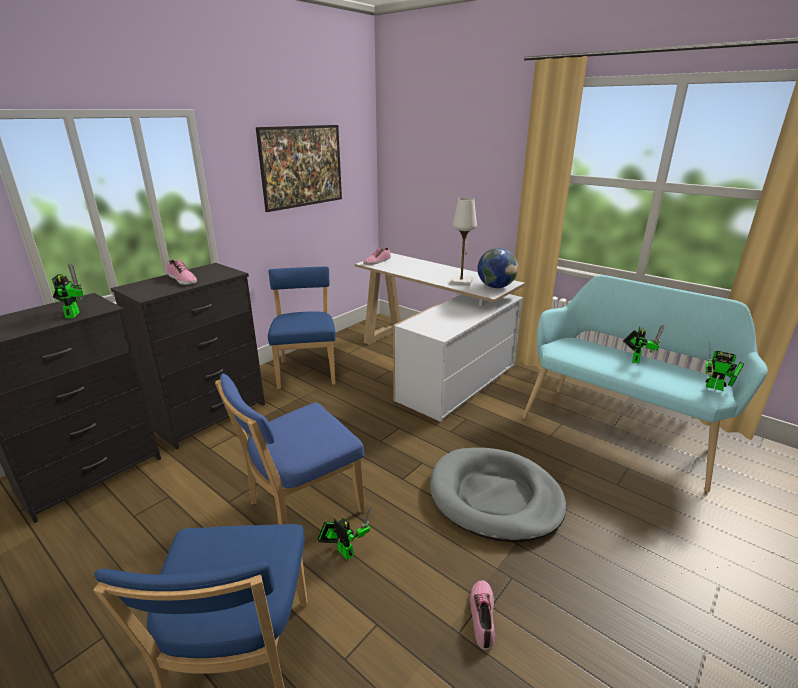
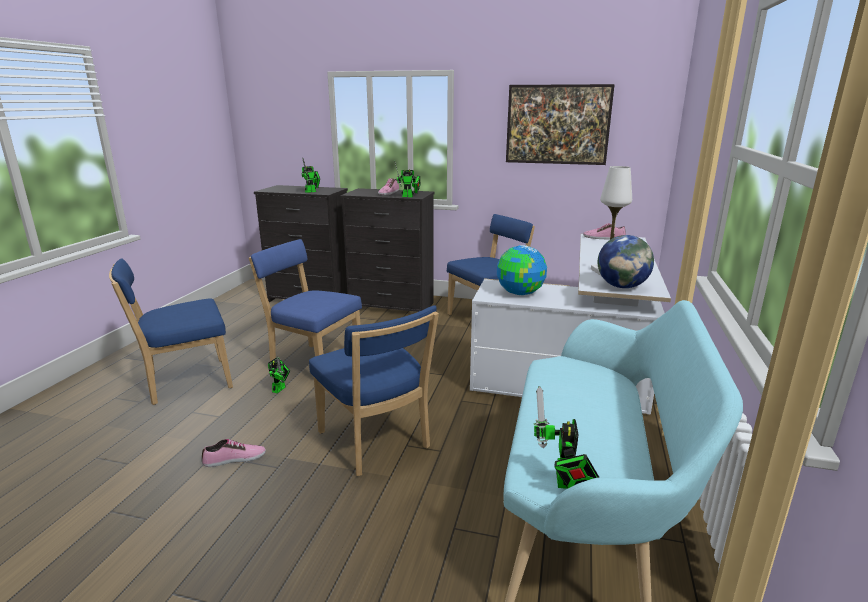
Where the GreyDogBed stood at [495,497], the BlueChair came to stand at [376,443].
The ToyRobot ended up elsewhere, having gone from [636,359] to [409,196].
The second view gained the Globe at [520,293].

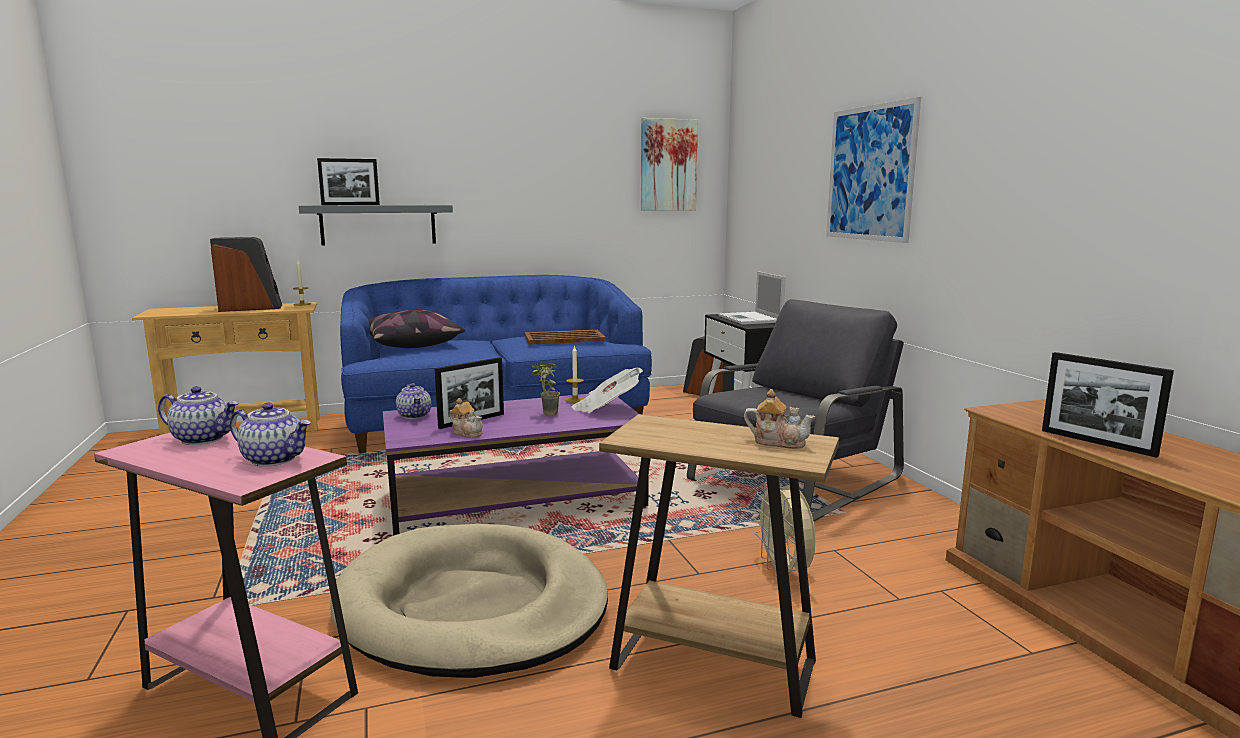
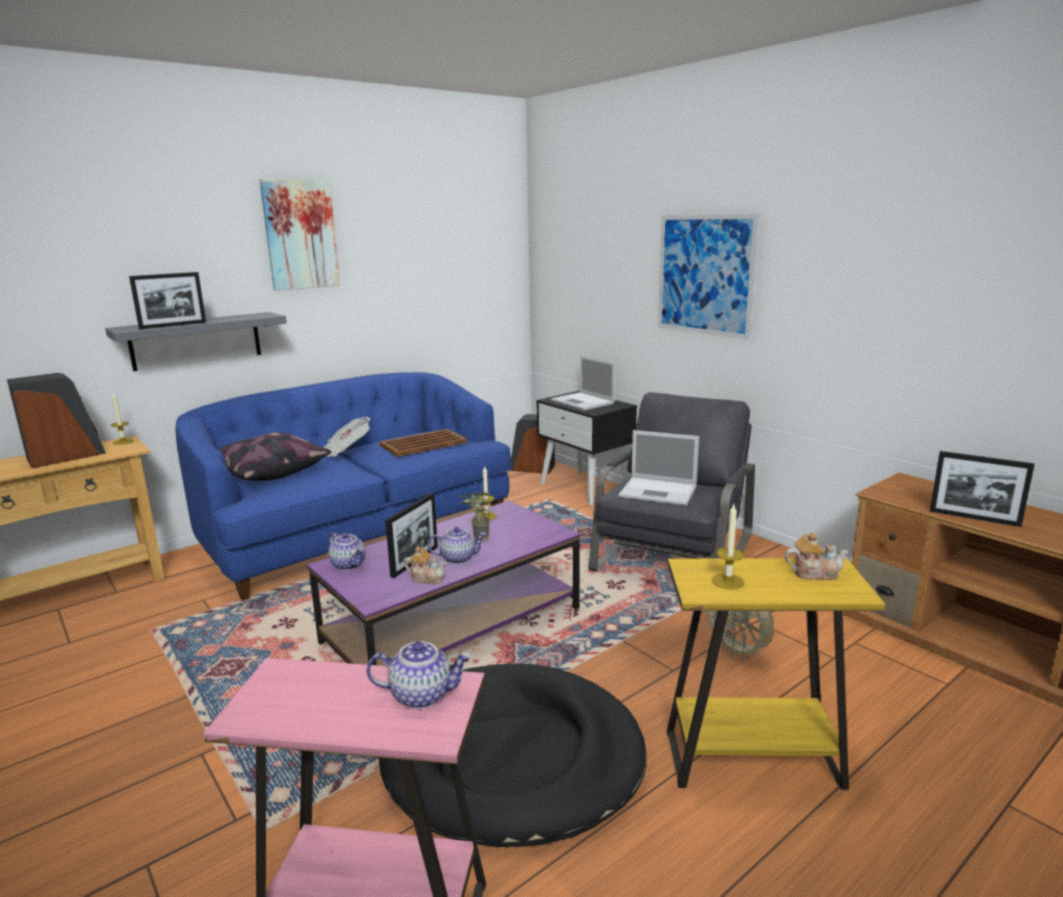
The Teapot ended up elsewhere, having gone from [204,439] to [458,558].
What was the BeigeDogBed at [472,607] turned into the BlackDogBed at [512,757].
The Newspaper ended up elsewhere, having gone from [606,408] to [345,451].
What was the BrownSideTable at [713,664] turned into the YellowSideTable at [752,759].
The Picture ended up elsewhere, having gone from [668,165] to [300,234].
The second view gained the Laptop at [659,492].
The second view gained the Candle at [728,581].

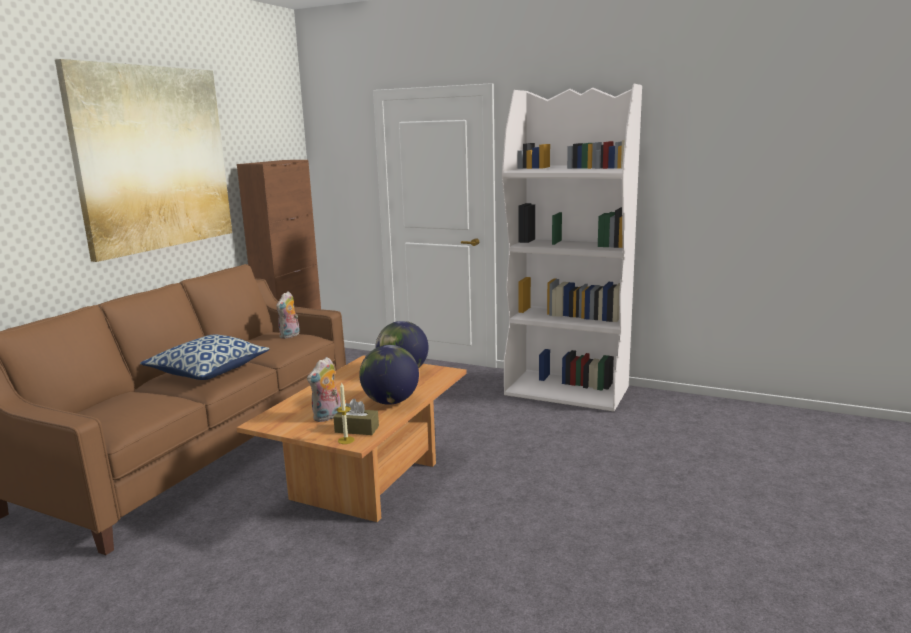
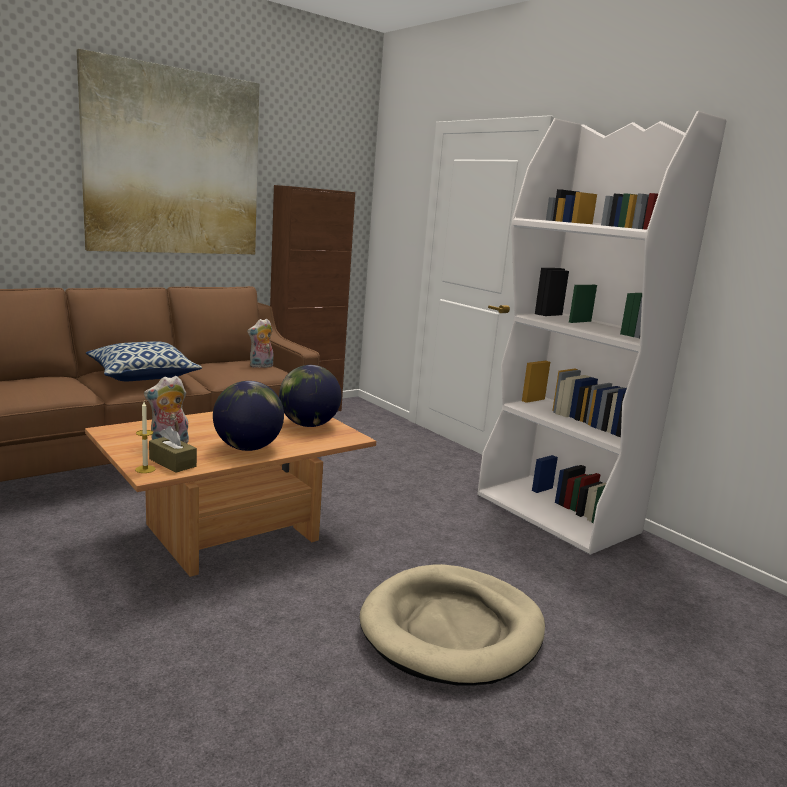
The second view gained the BeigeDogBed at [452,629].

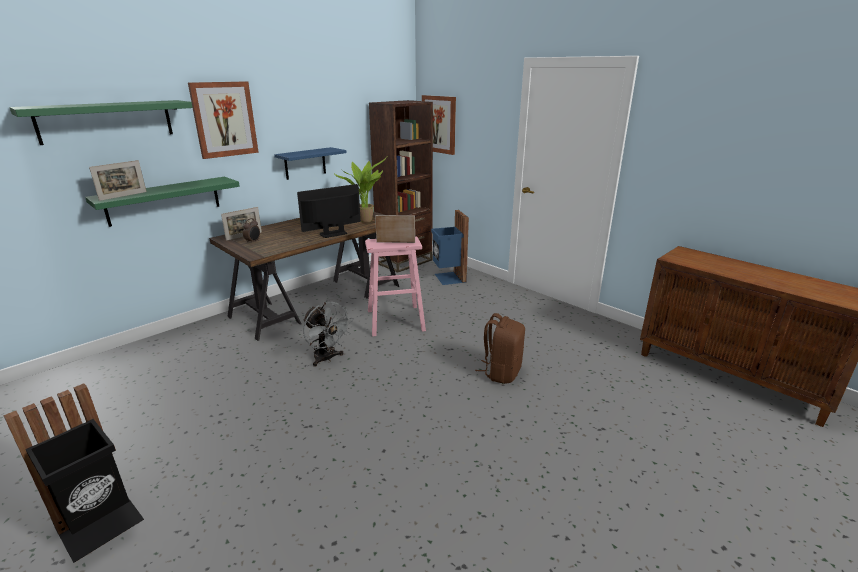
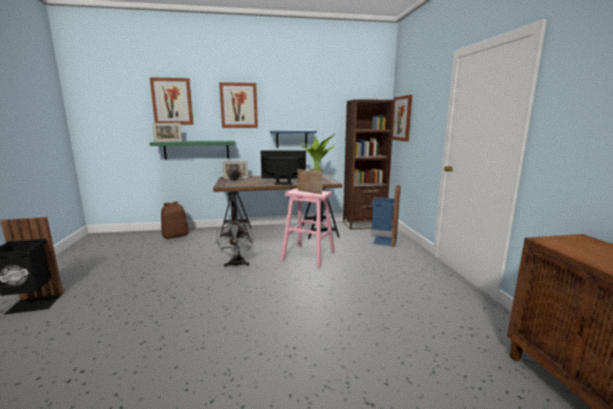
Where the GreenShelf hung at [106,121], the Picture came to hang at [172,101].
The BrownBackpack ended up elsewhere, having gone from [501,372] to [175,236].

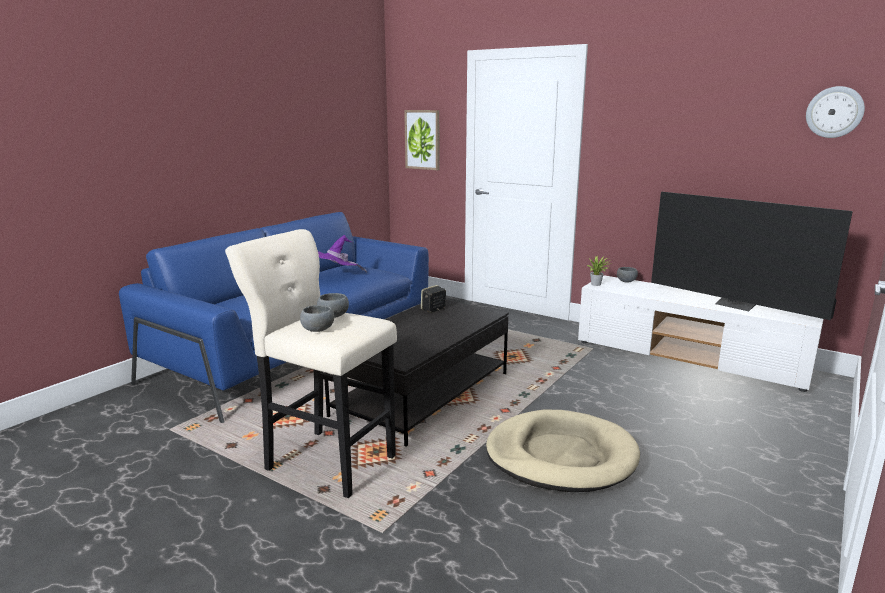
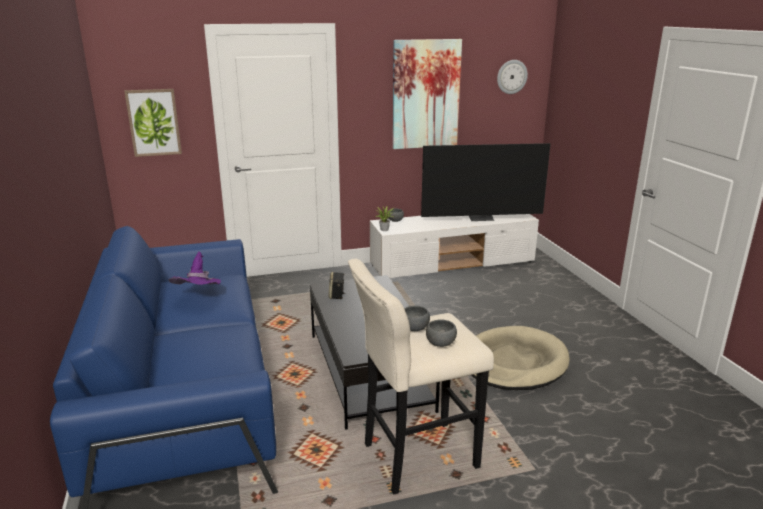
The second view gained the Picture at [426,94].

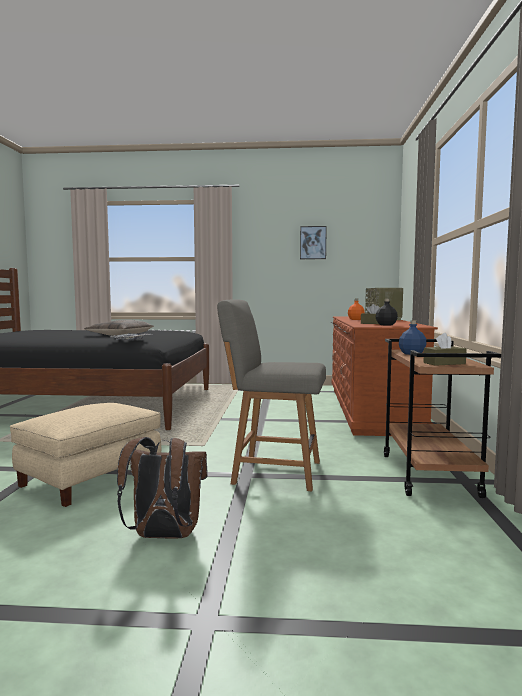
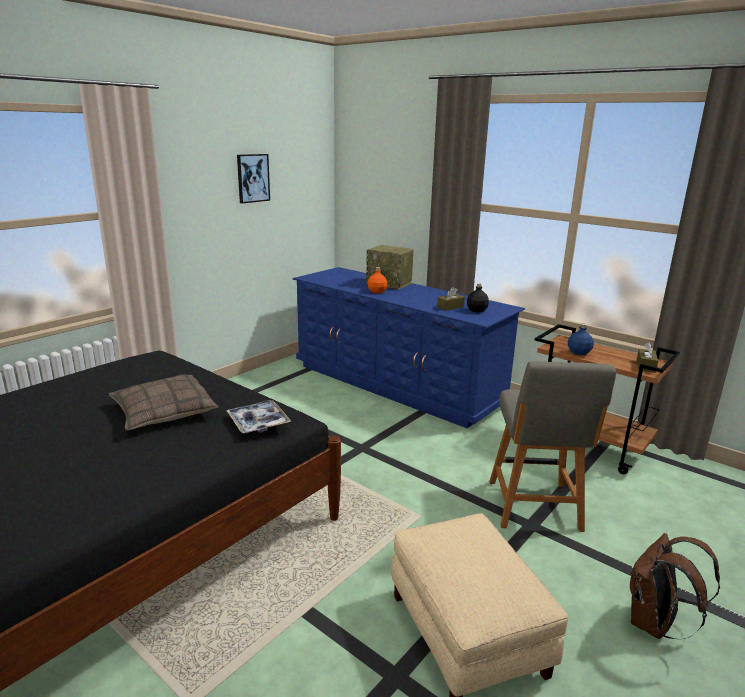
The GreyChair at [273,472] ended up facing another way, 45 degrees counterclockwise from before.
What was the BrownDresser at [370,408] turned into the BlueDresser at [396,384].

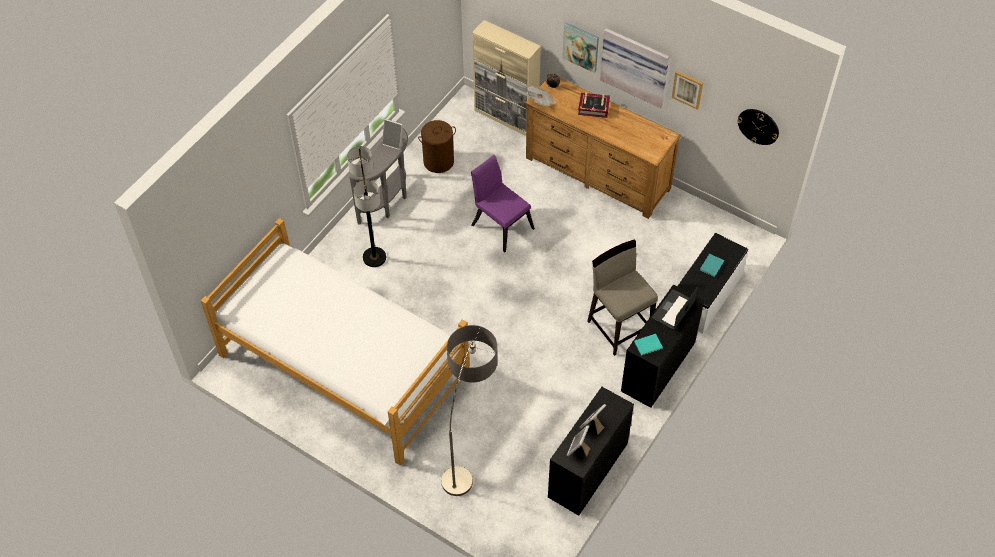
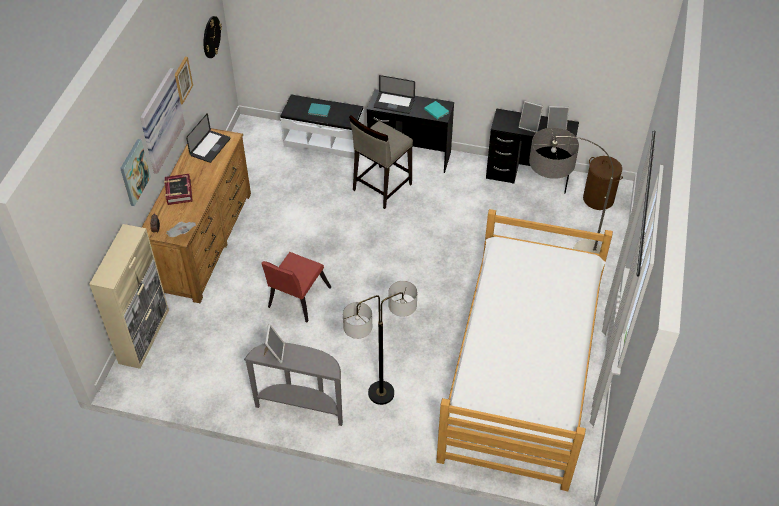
The BrownLaundryBasket ended up elsewhere, having gone from [438,162] to [598,199].
What was the PurpleChair at [500,224] turned into the RedChair at [296,300].
The second view gained the Laptop at [210,147].

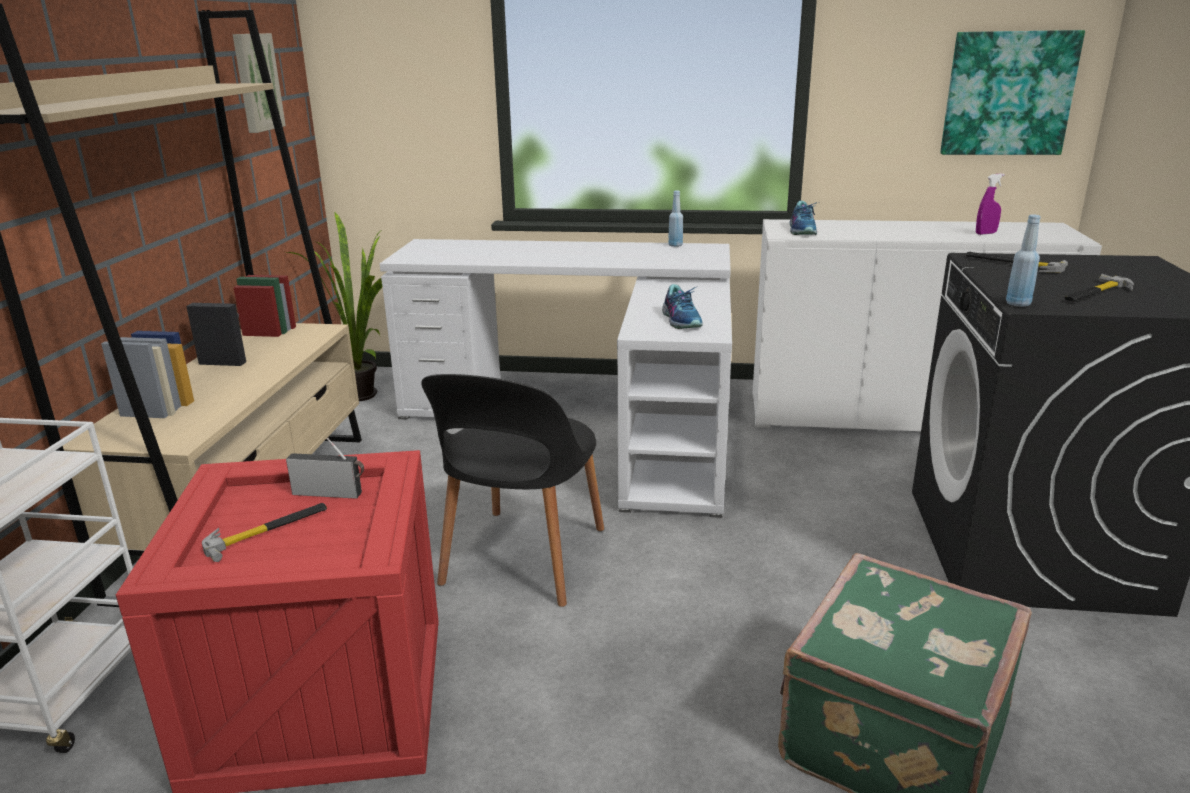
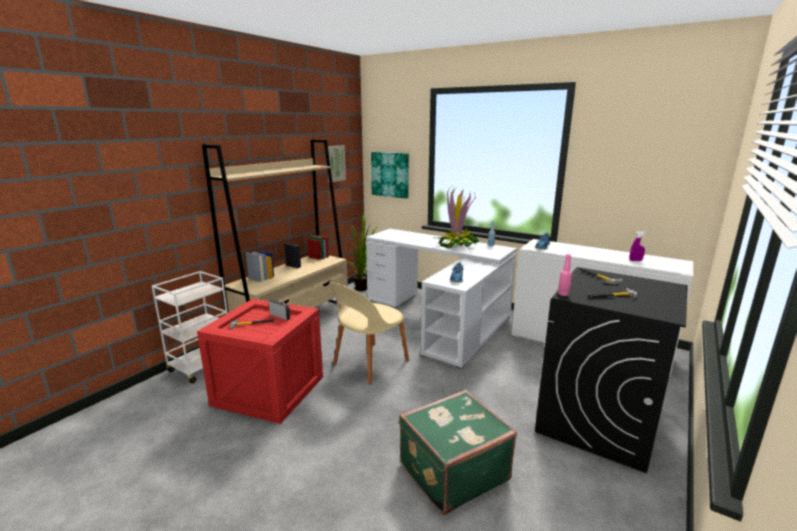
What was the BlackChair at [522,559] turned into the BeigeChair at [369,363].
The Picture ended up elsewhere, having gone from [1008,93] to [390,174].
What was the BlueBottle at [1018,304] turned into the PinkBottle at [563,294].
The second view gained the PottedPlant at [457,245].

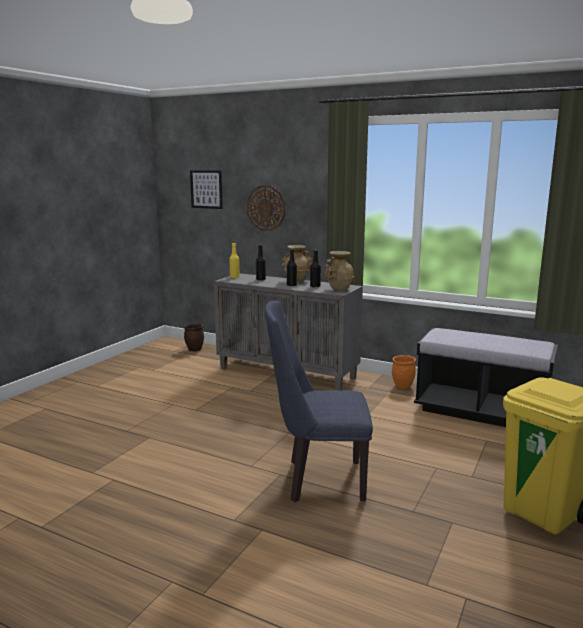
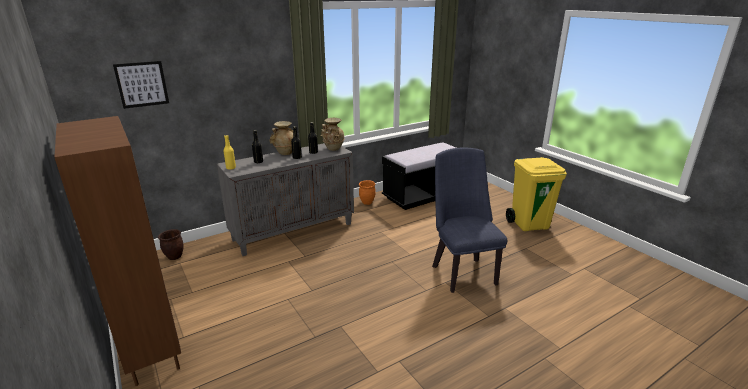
The second view lost the WallClock at [266,208].
The BlueChair at [317,480] ended up facing another way, 135 degrees clockwise from before.
The second view gained the BrownBookcase at [150,350].

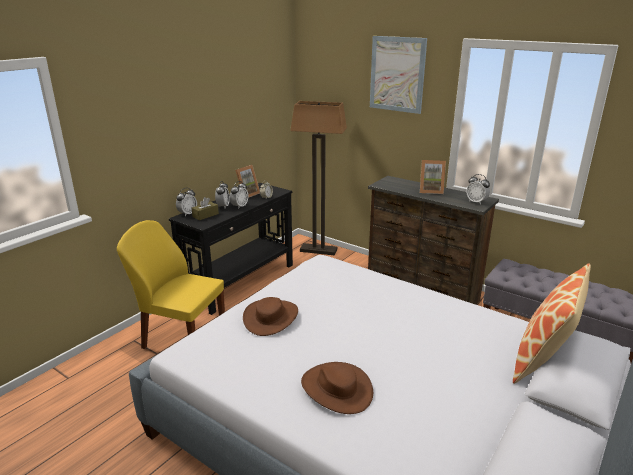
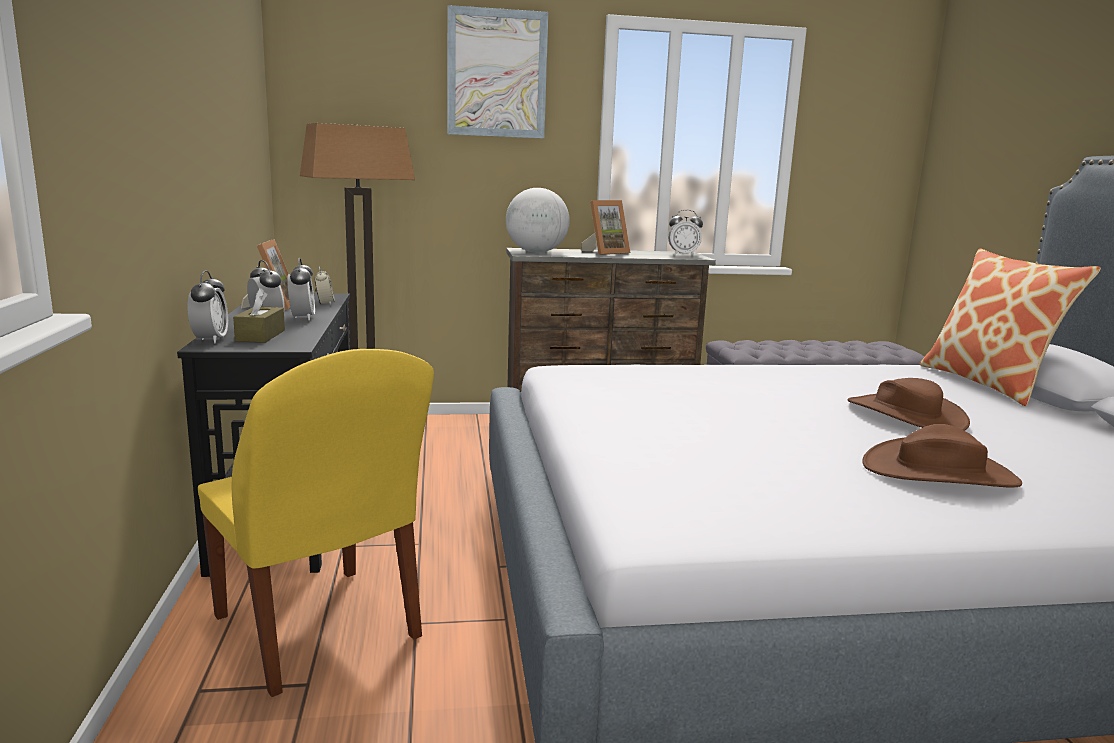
The YellowChair at [182,337] ended up facing another way, 105 degrees counterclockwise from before.
The BrownHat ended up elsewhere, having gone from [271,317] to [905,415].
The second view gained the Globe at [536,252].

